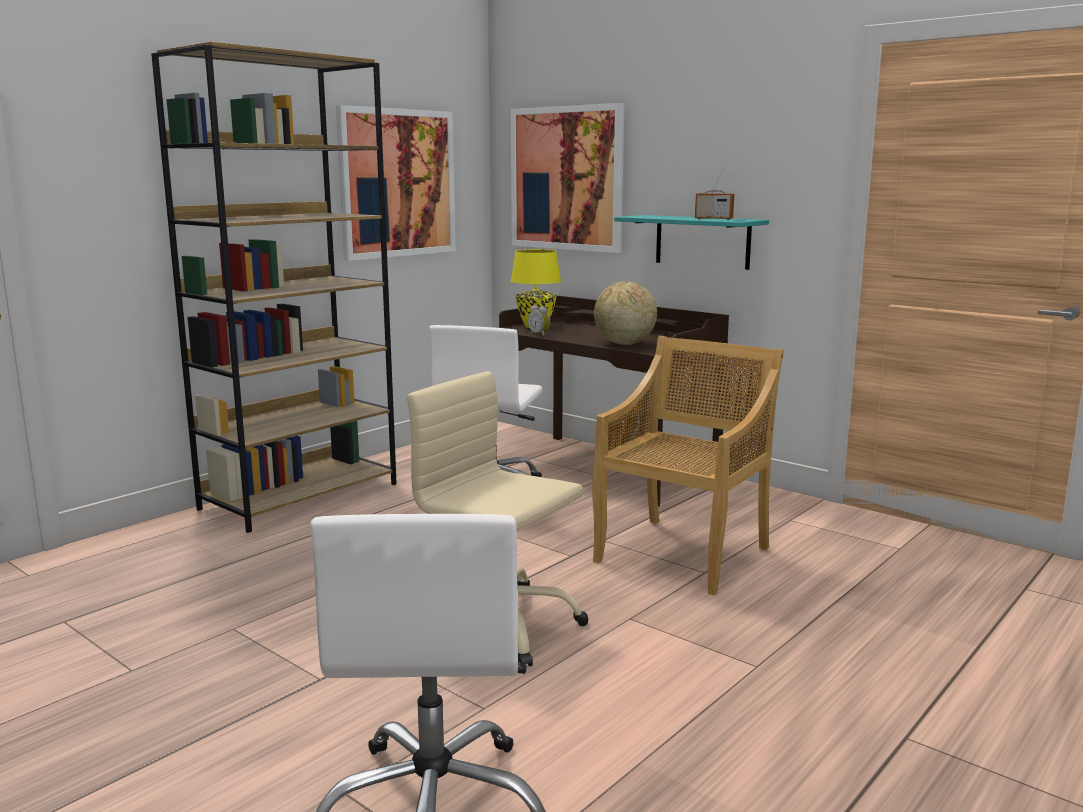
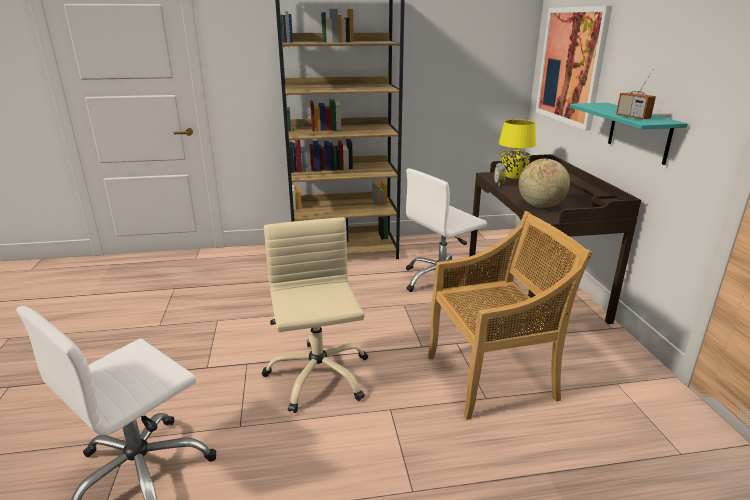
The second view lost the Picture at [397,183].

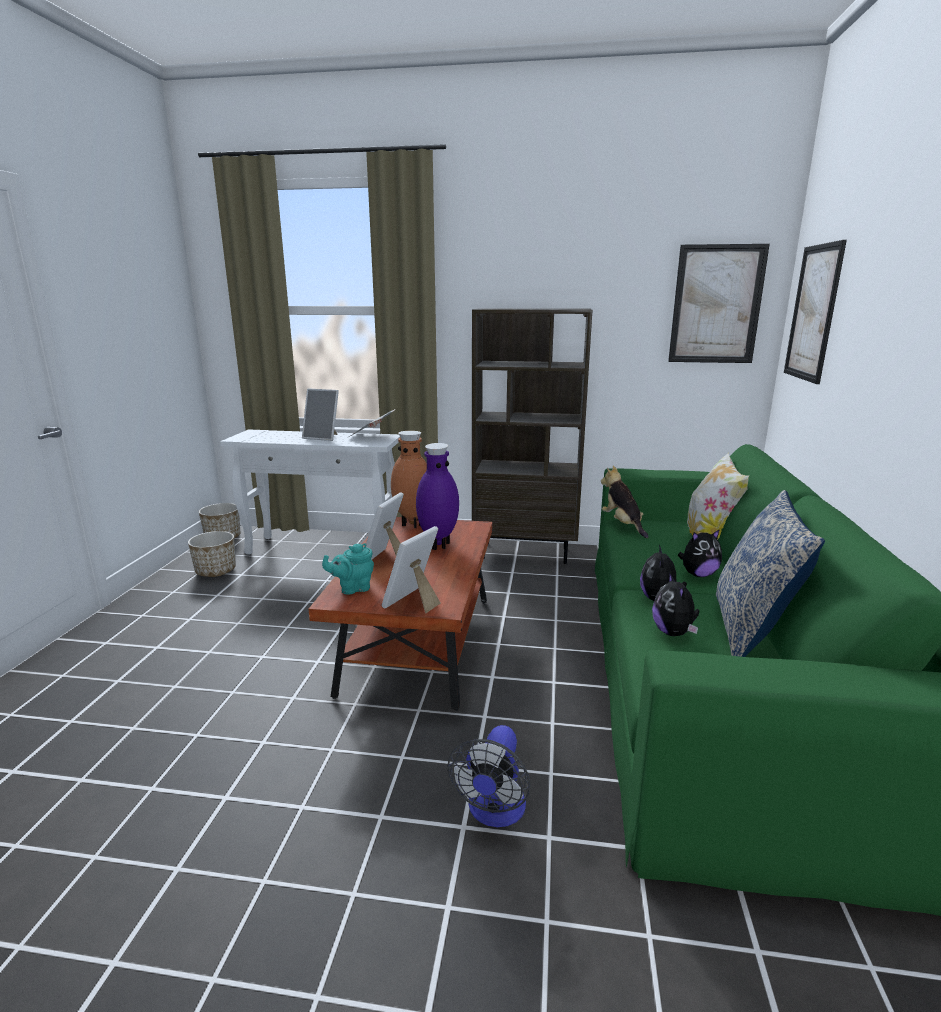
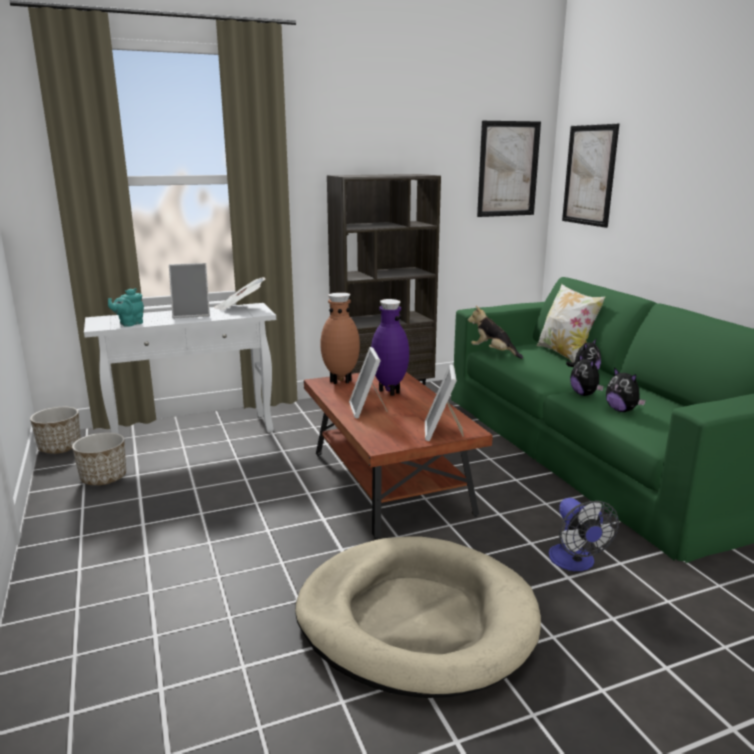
The TurquoiseTeapot ended up elsewhere, having gone from [352,588] to [129,324].
The second view lost the Pillow at [751,631].
The second view gained the BeigeDogBed at [416,619].

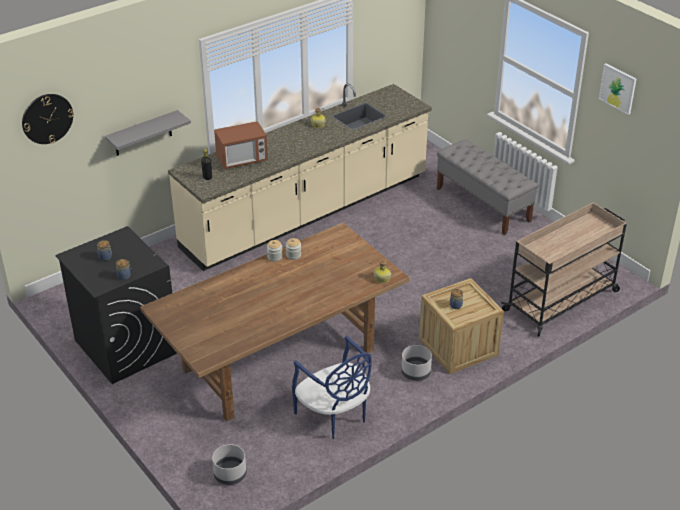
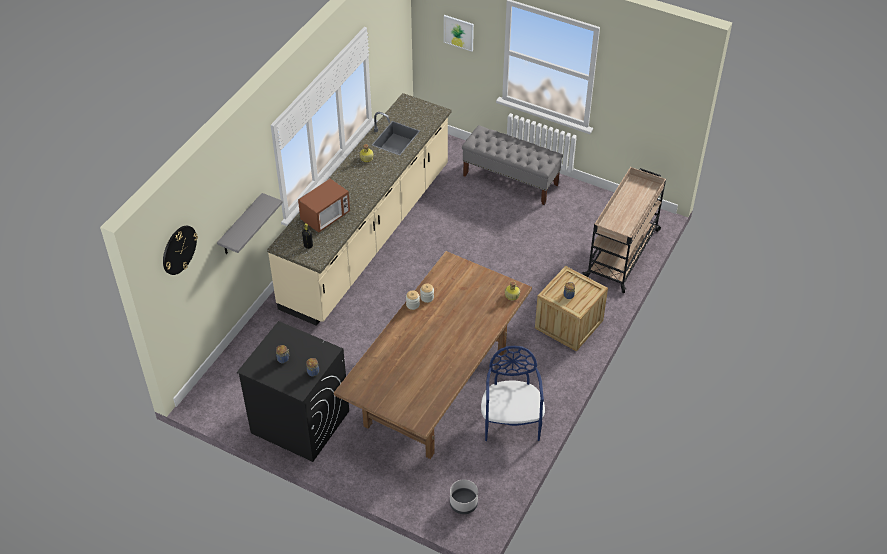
The BlueChair at [334,416] ended up facing another way, 120 degrees counterclockwise from before.
The second view lost the GreyPlanter at [415,372].
The Picture ended up elsewhere, having gone from [618,88] to [458,32].

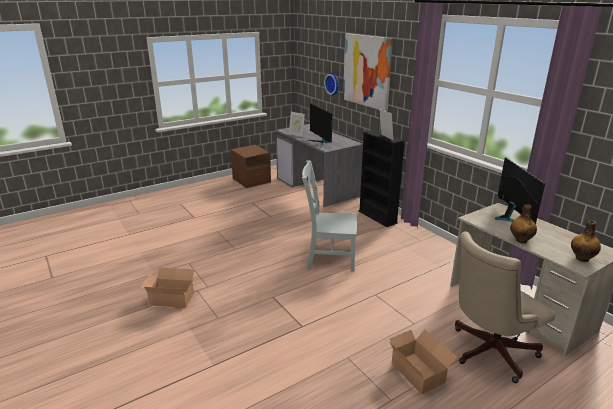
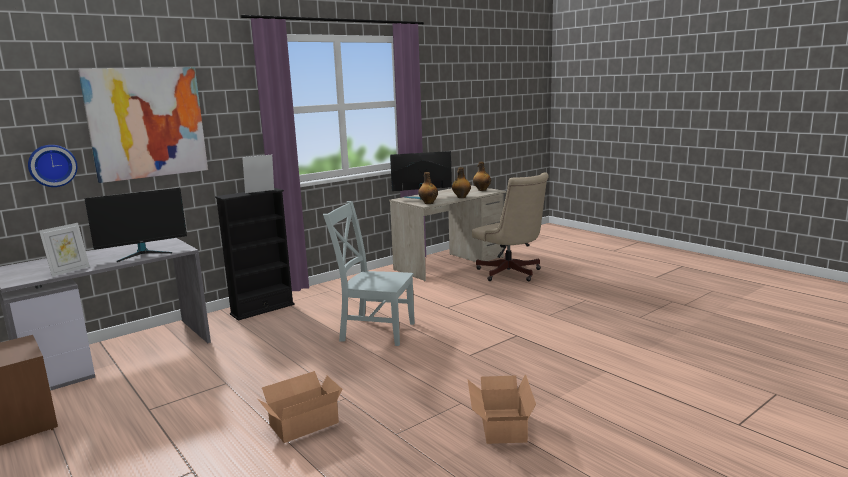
The GreyChair at [328,258] ended up facing another way, 105 degrees clockwise from before.
The CardboardBox ended up elsewhere, having gone from [418,371] to [301,423].
The second view gained the Bottle at [428,203].

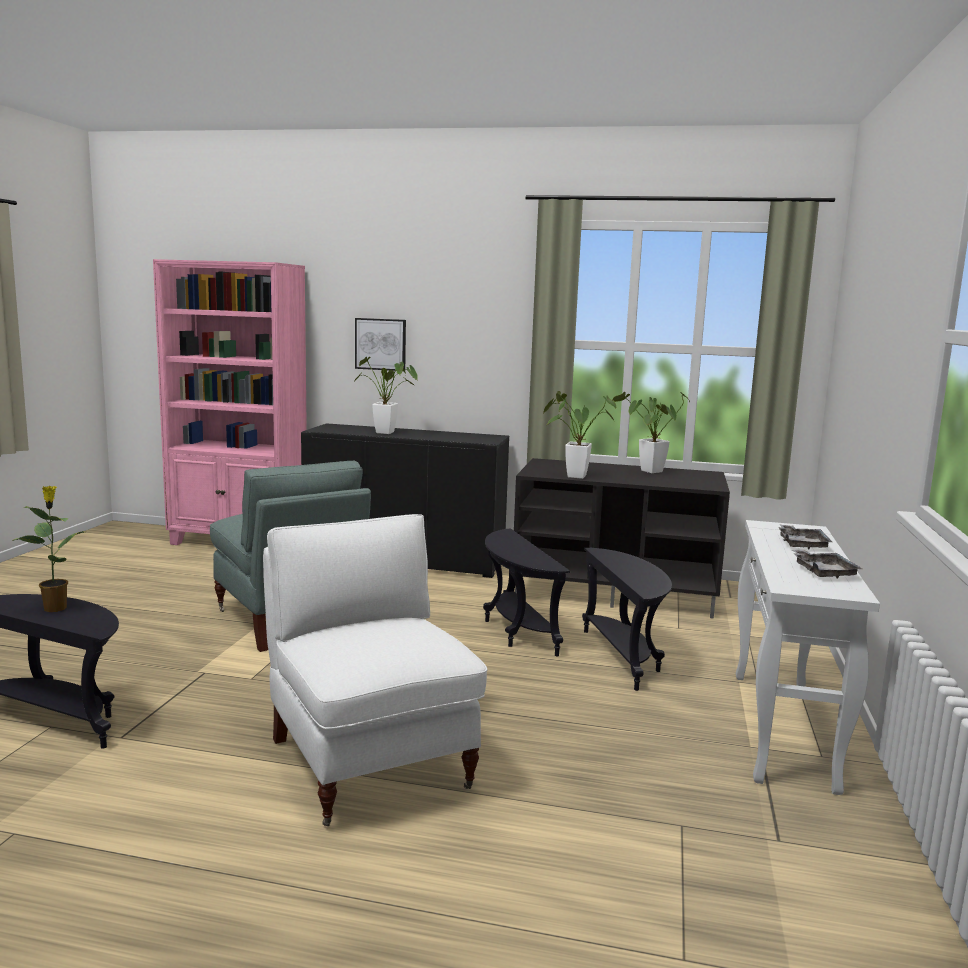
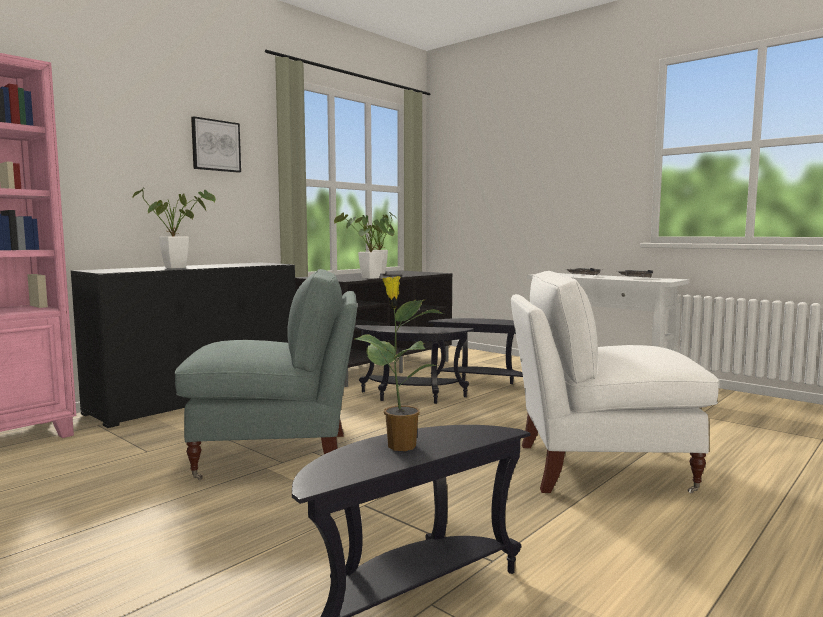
The Picture ended up elsewhere, having gone from [380,344] to [215,145].

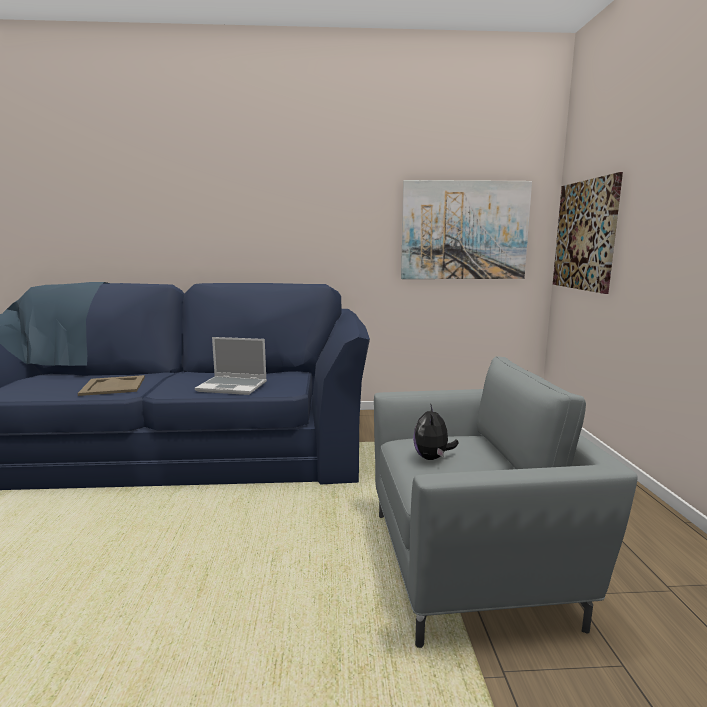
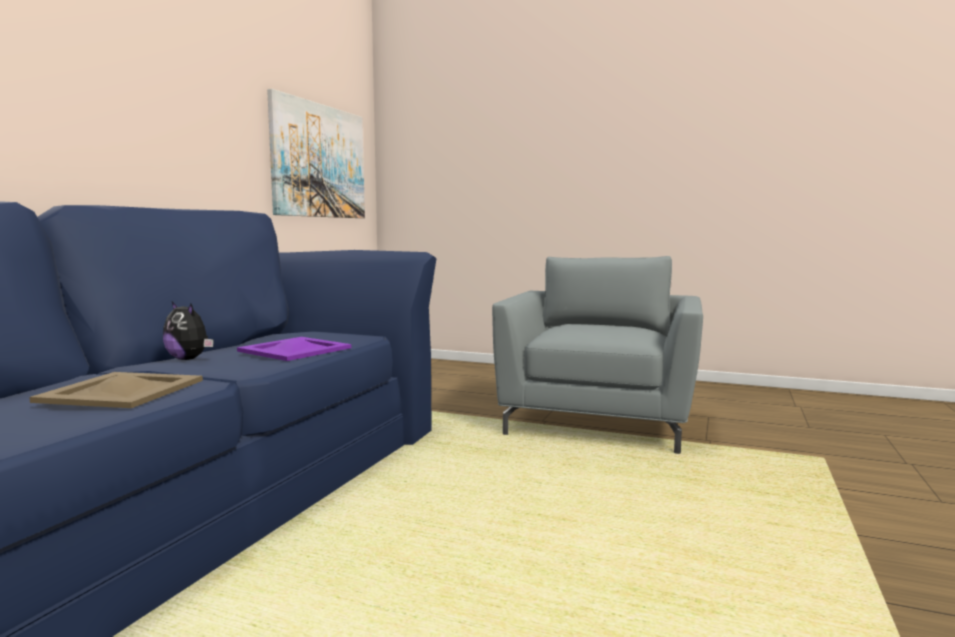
Where the Laptop stood at [233,386], the PurpleTray came to stand at [295,349].
The PlushToy ended up elsewhere, having gone from [432,458] to [189,359].
The second view lost the Picture at [585,235].

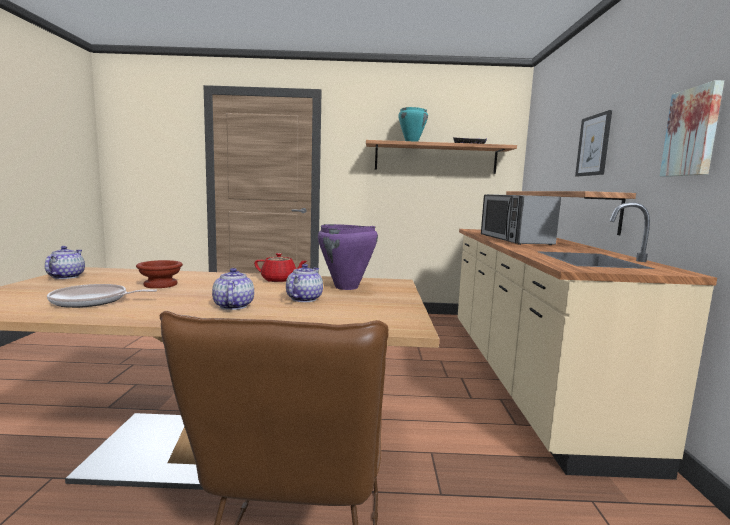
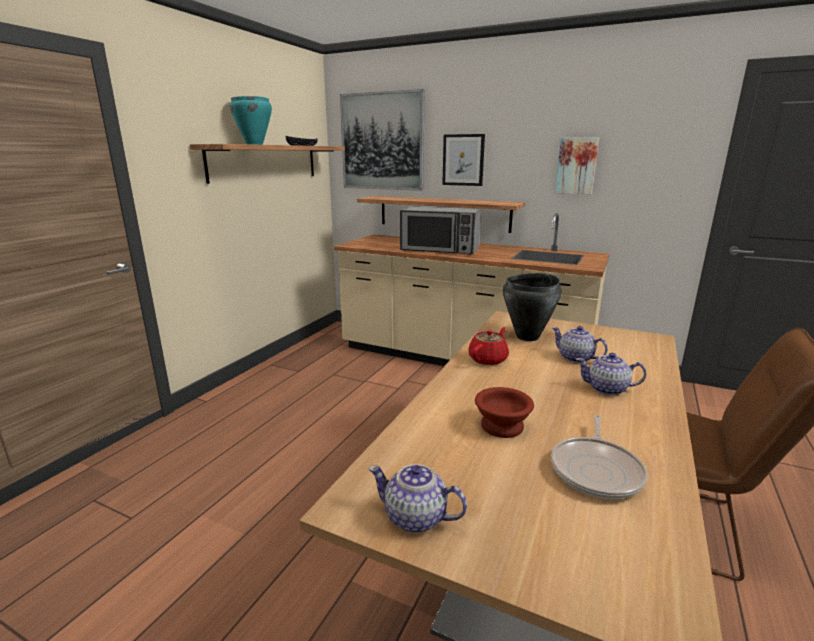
What was the PurpleCookingPot at [346,287] turned into the BlackCookingPot at [528,337].
The second view gained the Picture at [382,142].

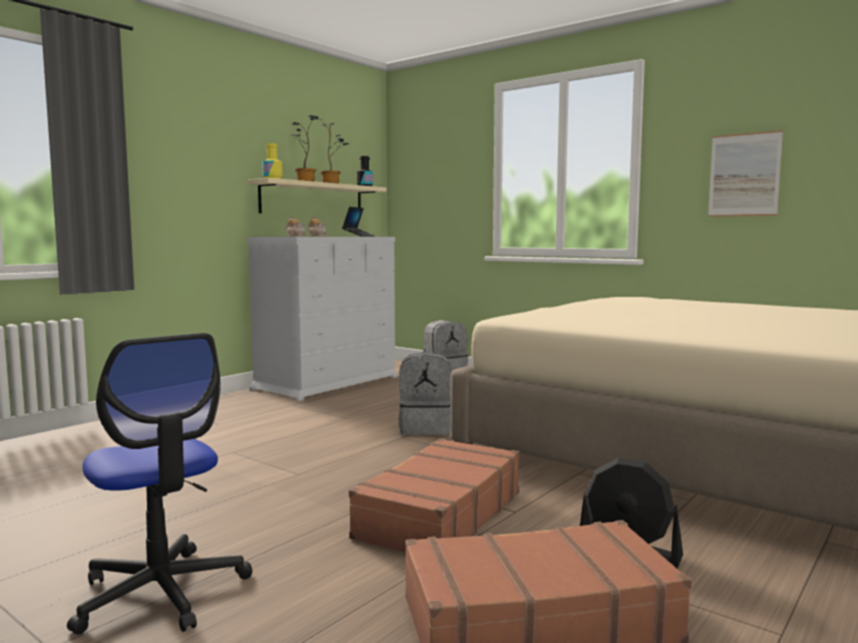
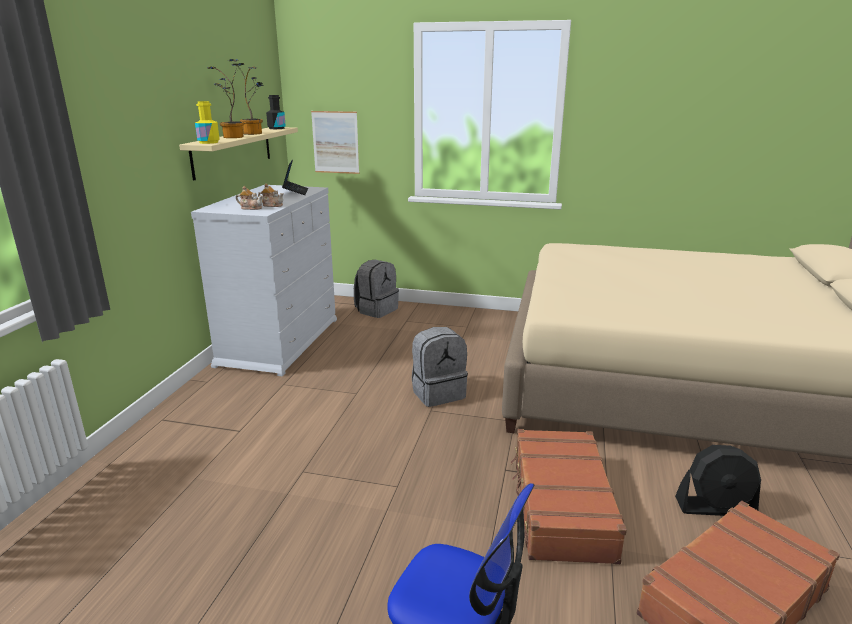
The Picture ended up elsewhere, having gone from [744,175] to [335,142].

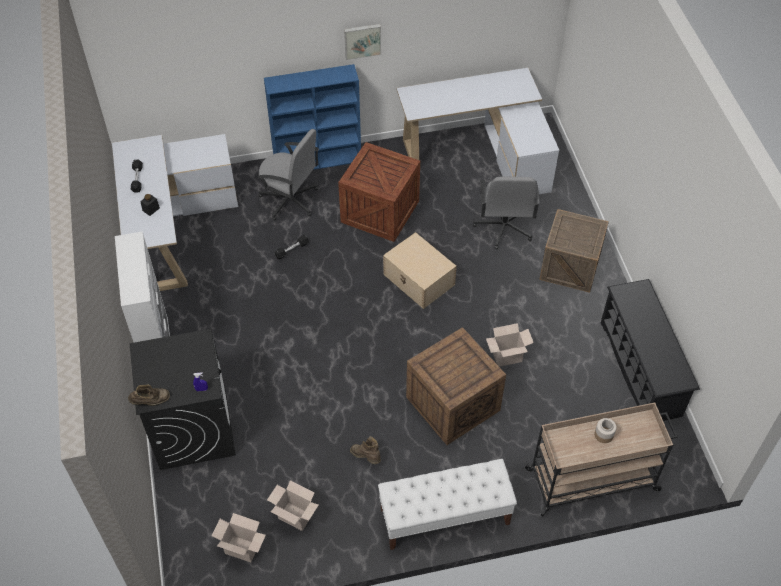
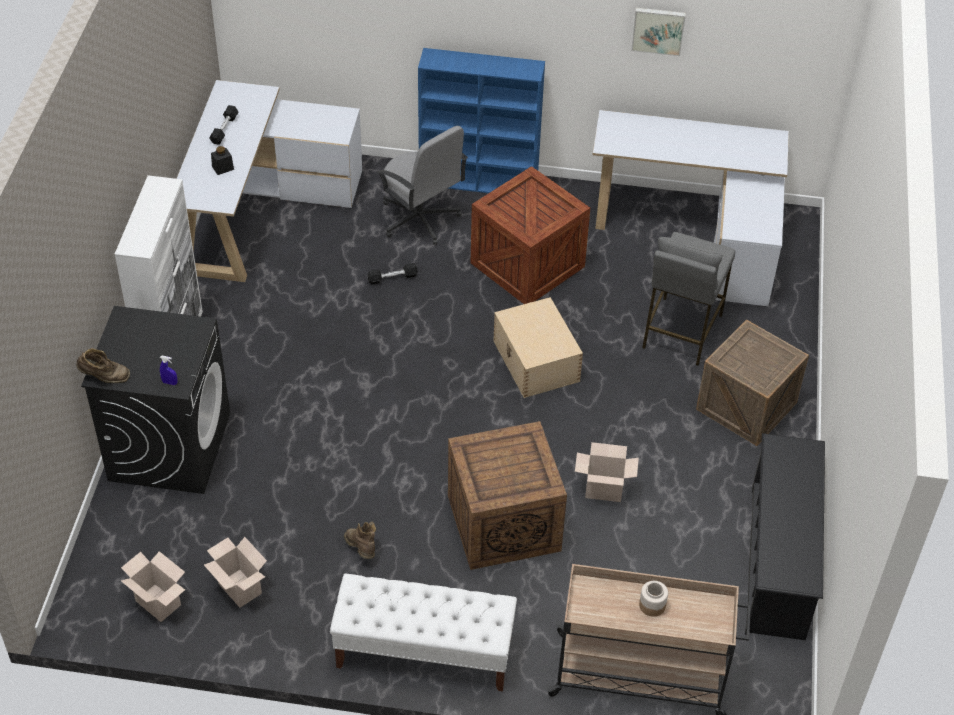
The Picture ended up elsewhere, having gone from [362,40] to [658,30].
Where the GreyOfficeChair stood at [503,227], the GreyStool came to stand at [681,331].

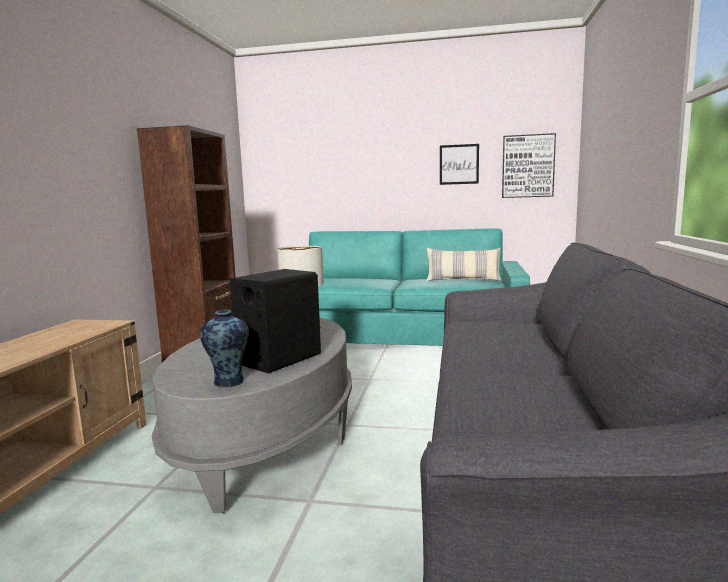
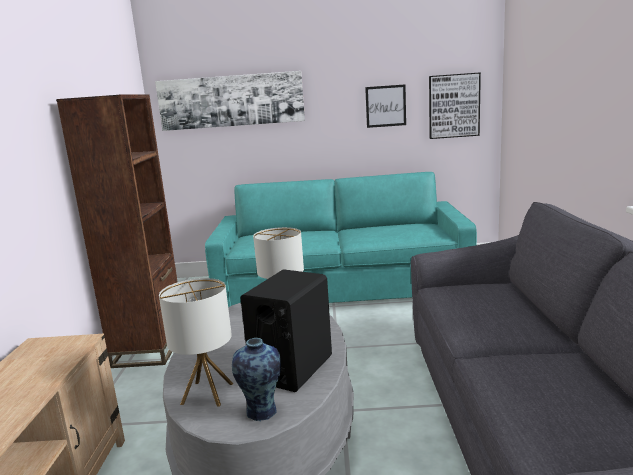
The second view lost the Pillow at [463,280].
The second view gained the Picture at [231,101].
The second view gained the TableLamp at [207,393].

